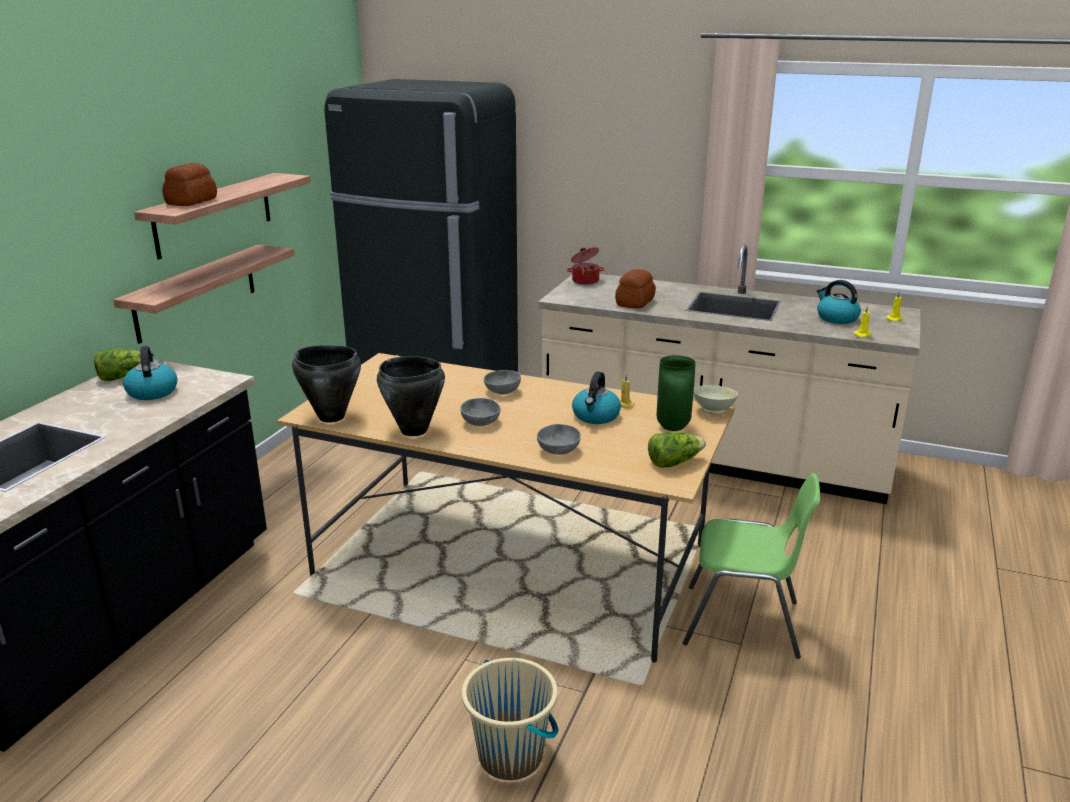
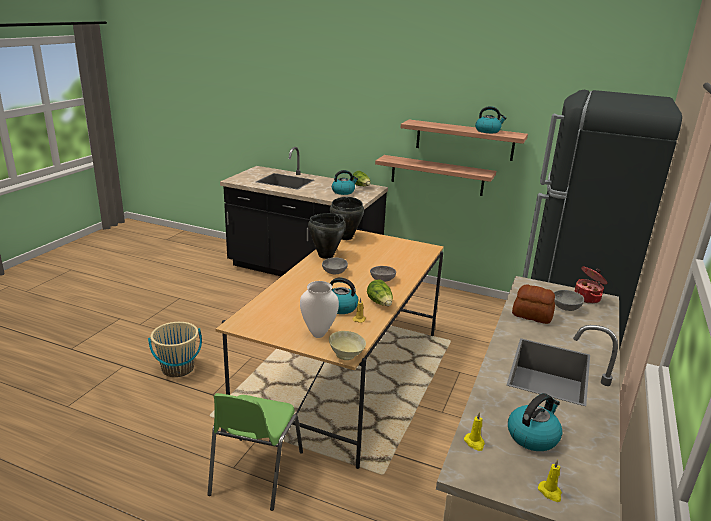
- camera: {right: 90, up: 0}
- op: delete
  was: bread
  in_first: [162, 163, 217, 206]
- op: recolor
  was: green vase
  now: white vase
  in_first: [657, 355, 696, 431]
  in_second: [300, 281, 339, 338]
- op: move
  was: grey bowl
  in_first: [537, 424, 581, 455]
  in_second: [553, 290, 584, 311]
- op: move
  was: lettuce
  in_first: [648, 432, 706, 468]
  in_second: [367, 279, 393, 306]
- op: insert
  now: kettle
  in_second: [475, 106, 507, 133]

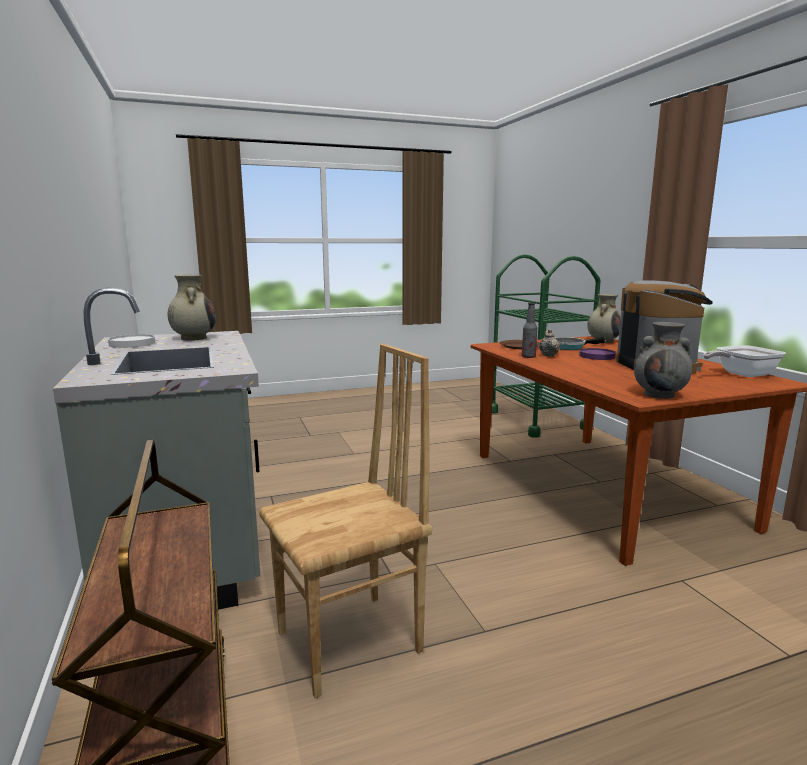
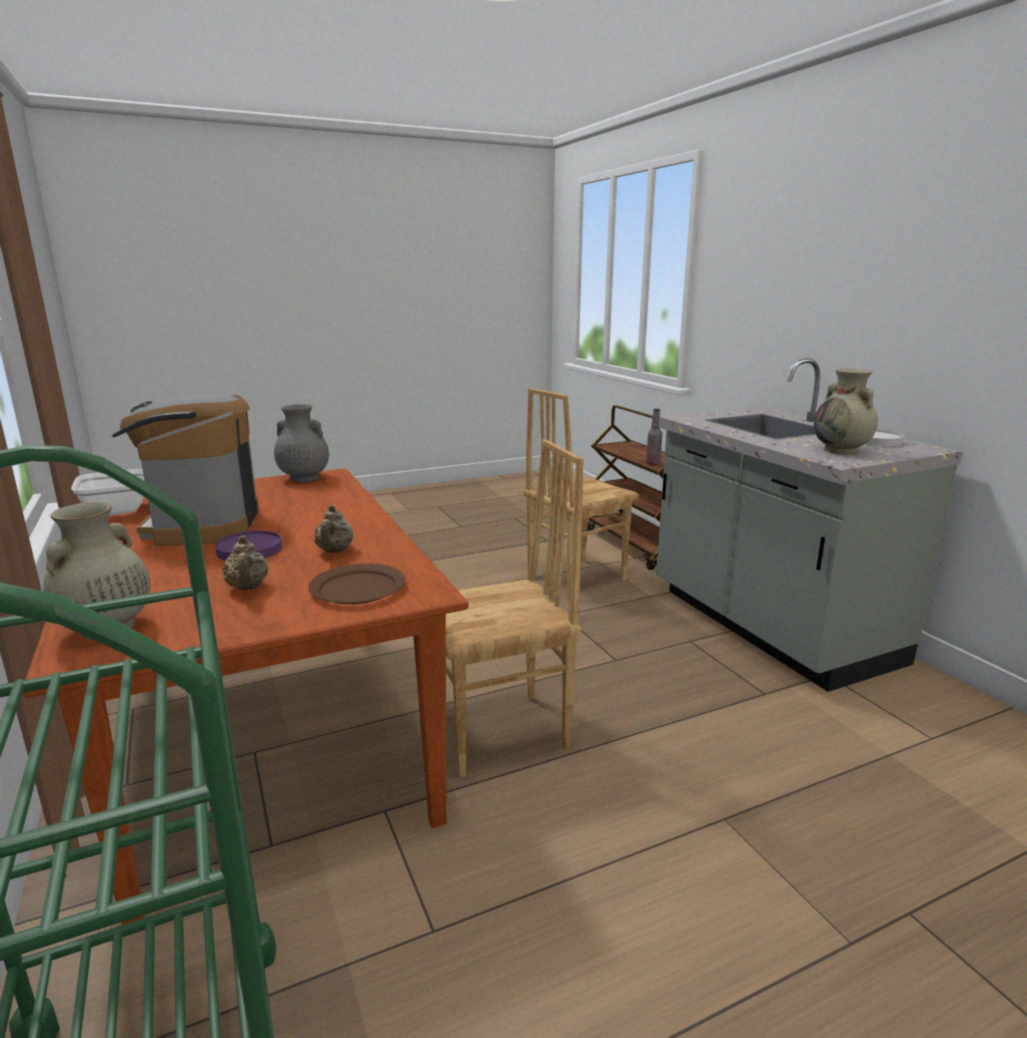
- camera: {right: 175, up: 5}
- op: move
  was: bottle
  in_first: [522, 303, 537, 358]
  in_second: [646, 409, 662, 465]
- op: replace
  was: frying pan
  now: beige teapot
  in_first: [555, 337, 605, 350]
  in_second: [222, 535, 268, 590]
- op: insert
  now: brown chair
  in_second: [446, 439, 584, 777]

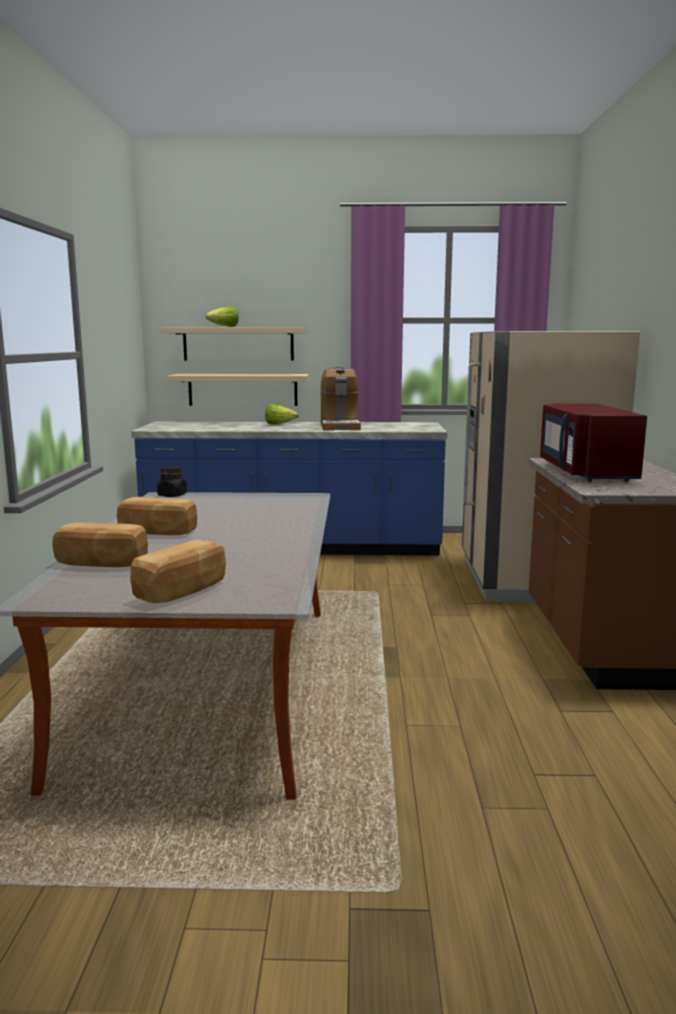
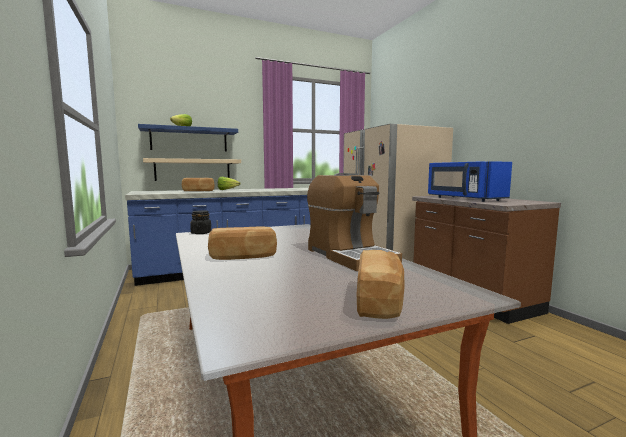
- camera: {right: -25, up: -5}
- op: recolor
  was: beige shelf
  now: blue shelf
  in_first: [161, 327, 305, 361]
  in_second: [138, 124, 238, 152]
- op: move
  was: coffee machine
  in_first: [320, 367, 361, 430]
  in_second: [307, 173, 402, 271]
- op: recolor
  was: red microwave
  now: blue microwave
  in_first: [540, 404, 647, 482]
  in_second: [428, 161, 512, 202]
- op: move
  was: bread
  in_first: [53, 522, 148, 567]
  in_second: [182, 178, 215, 191]

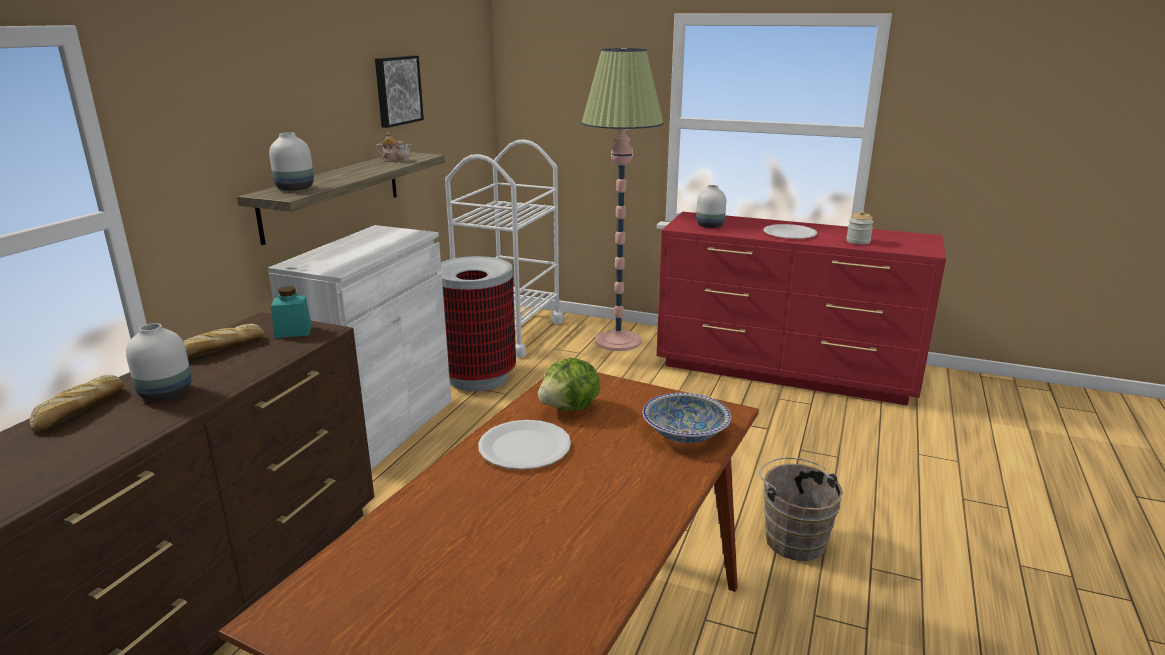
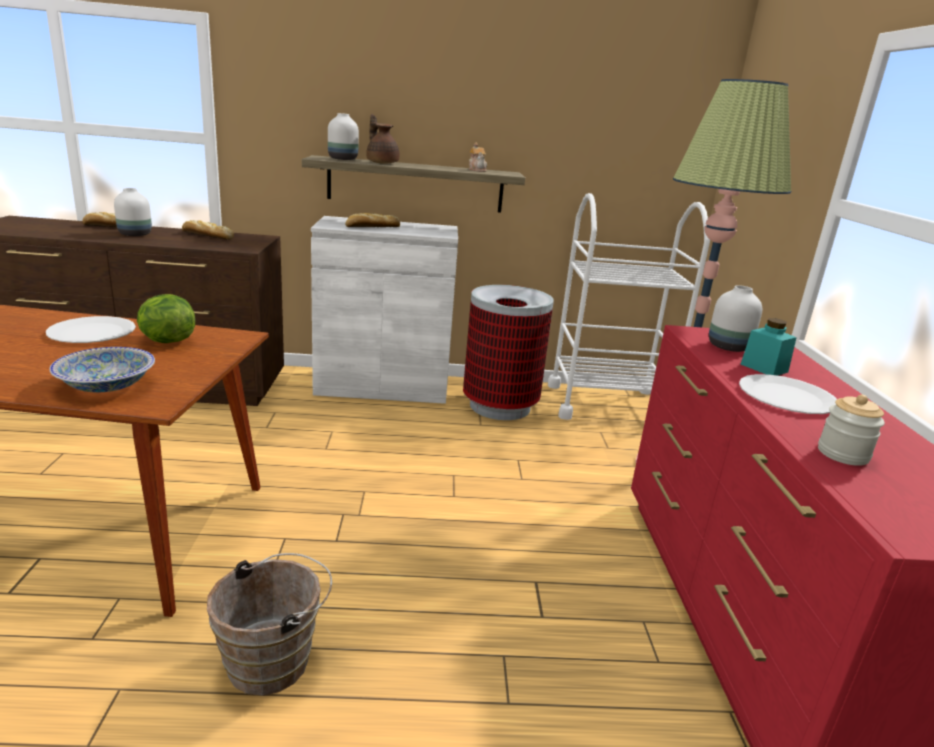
- camera: {right: 65, up: 0}
- op: delete
  was: picture
  in_first: [375, 56, 424, 128]
- op: move
  was: turquoise jar
  in_first: [271, 286, 312, 338]
  in_second: [741, 318, 797, 376]
- op: insert
  now: brown teapot
  in_second: [366, 114, 400, 164]
- op: insert
  now: bread
  in_second: [345, 213, 400, 227]

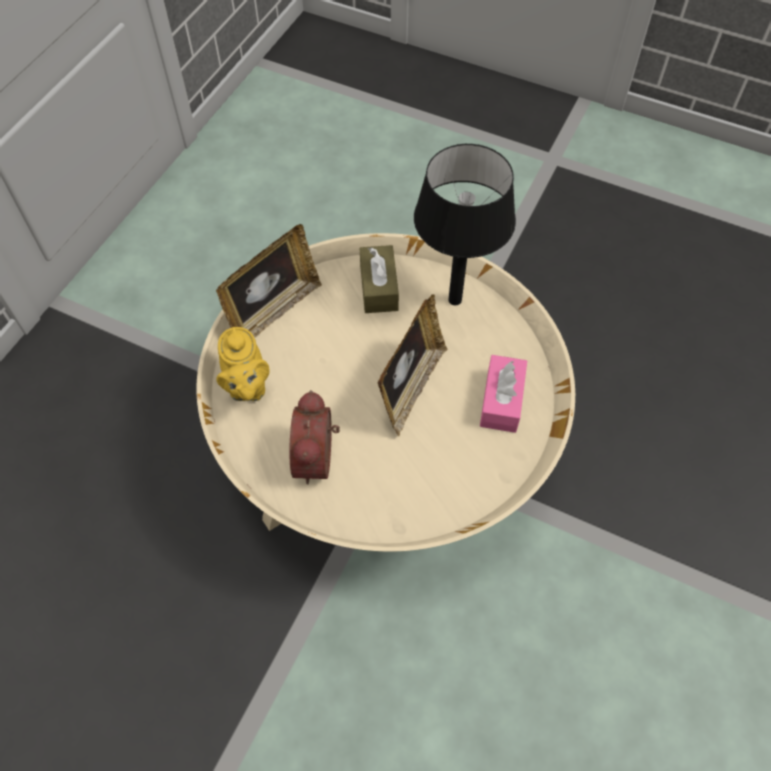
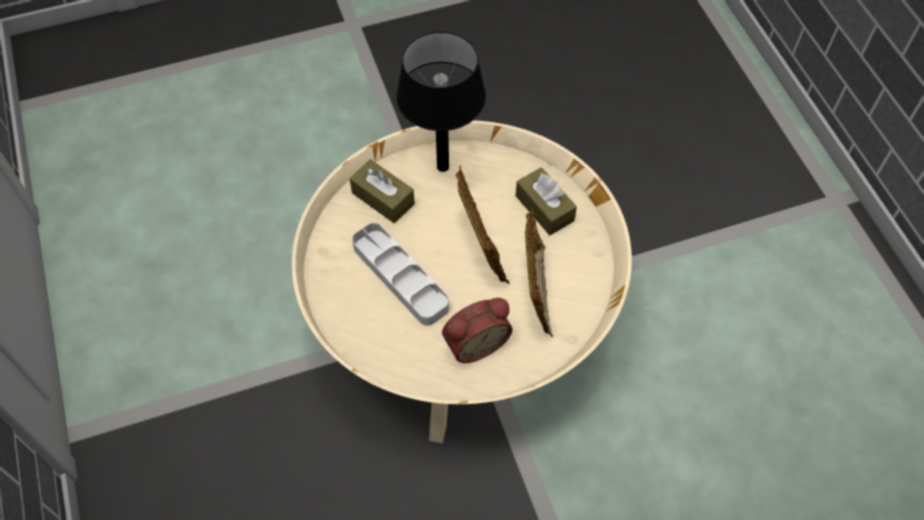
- camera: {right: -45, up: 0}
- op: move
  was: picture frame
  in_first: [216, 224, 322, 338]
  in_second: [525, 206, 553, 337]
- op: delete
  was: yellow teapot
  in_first: [216, 327, 269, 401]
- op: recolor
  was: pink tissue box
  now: brown tissue box
  in_first: [480, 355, 527, 433]
  in_second: [516, 167, 577, 235]
- op: rotate
  was: alarm clock
  in_first: [289, 390, 340, 485]
  in_second: [442, 298, 512, 363]
  clockwise: -75
- op: insert
  now: grey tray
  in_second: [352, 223, 449, 326]

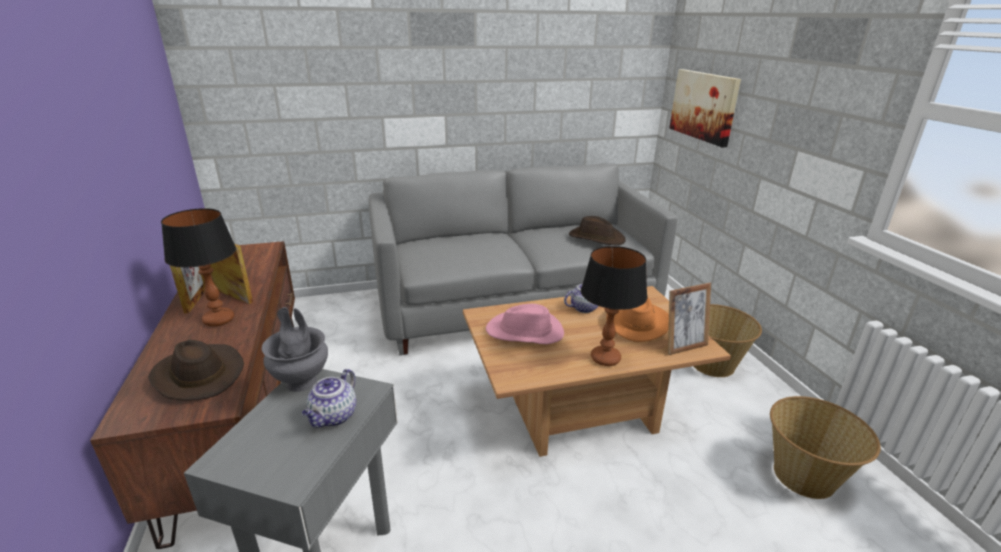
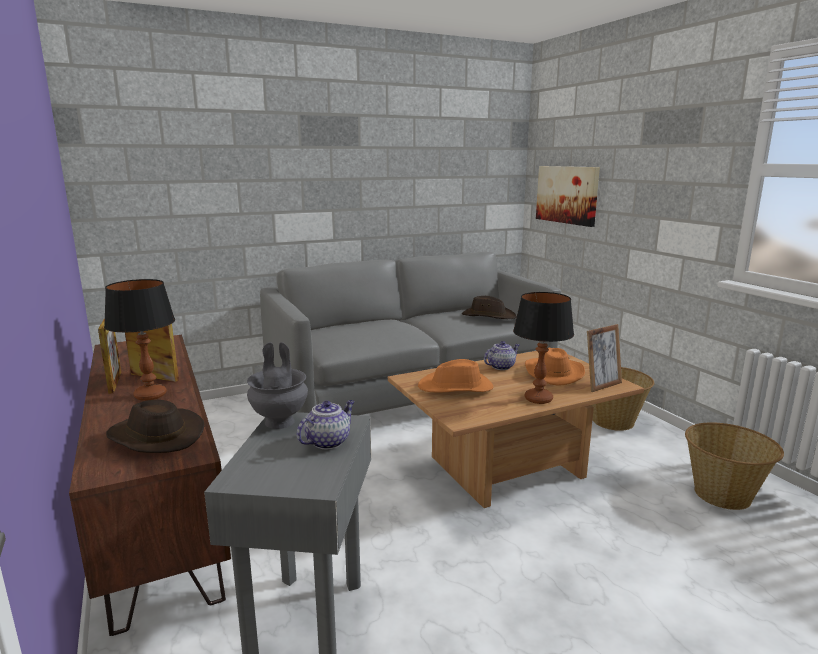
- camera: {right: -10, up: -10}
- op: recolor
  was: pink hat
  now: orange hat
  in_first: [486, 304, 564, 344]
  in_second: [418, 359, 493, 393]
- op: rotate
  was: teapot
  in_first: [302, 369, 356, 428]
  in_second: [297, 400, 355, 450]
  clockwise: -150

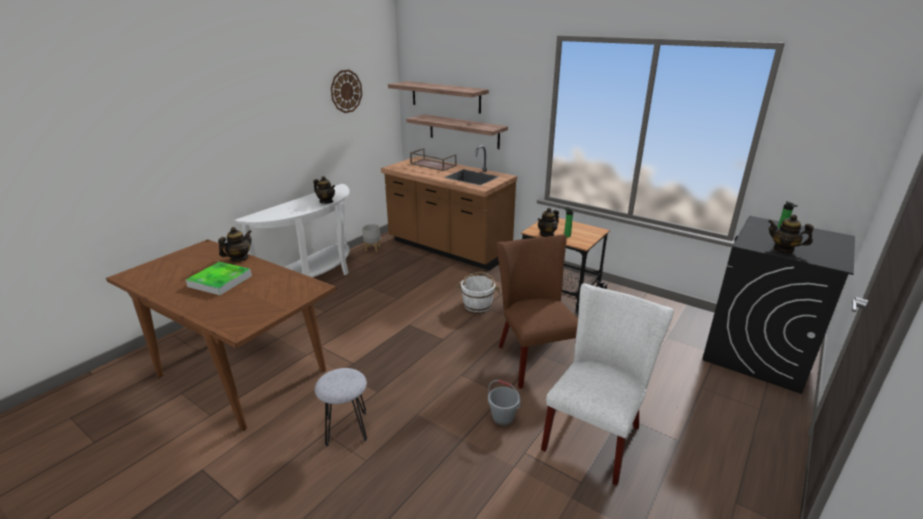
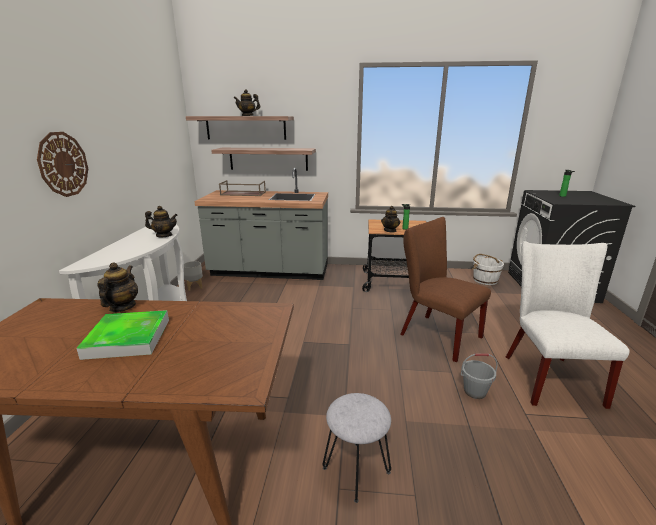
- camera: {right: -30, up: -5}
- op: move
  was: wall clock
  in_first: [331, 70, 362, 113]
  in_second: [37, 132, 88, 197]
- op: recolor
  was: brown counter
  now: grey counter
  in_first: [381, 145, 517, 271]
  in_second: [194, 168, 328, 280]
- op: move
  was: teapot
  in_first: [768, 215, 814, 254]
  in_second: [234, 89, 260, 116]
- op: move
  was: white bucket
  in_first: [456, 272, 500, 312]
  in_second: [472, 254, 504, 285]

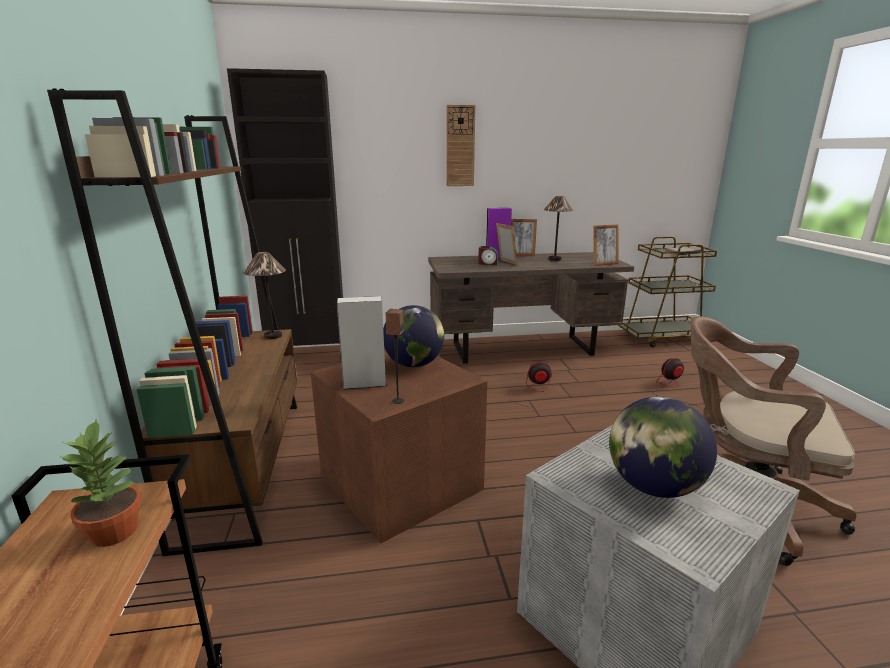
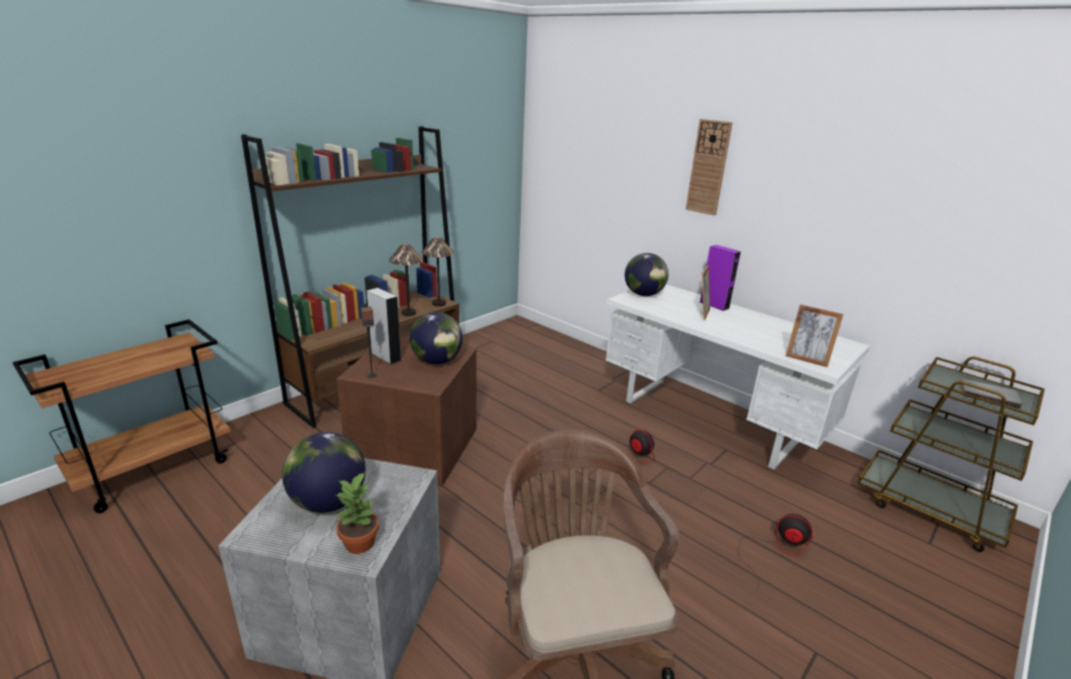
- camera: {right: 50, up: 5}
- op: delete
  was: black cabinet
  in_first: [227, 68, 343, 351]
- op: move
  was: table lamp
  in_first: [544, 196, 574, 261]
  in_second: [389, 244, 423, 316]
- op: delete
  was: picture frame
  in_first: [511, 219, 537, 256]
- op: delete
  was: alarm clock
  in_first: [478, 246, 498, 265]
- op: recolor
  was: brown desk
  now: white desk
  in_first: [428, 252, 634, 364]
  in_second: [606, 284, 870, 470]
- op: move
  was: potted plant
  in_first: [59, 419, 141, 547]
  in_second: [336, 472, 379, 554]
- op: insert
  now: globe
  in_second: [625, 253, 668, 296]

